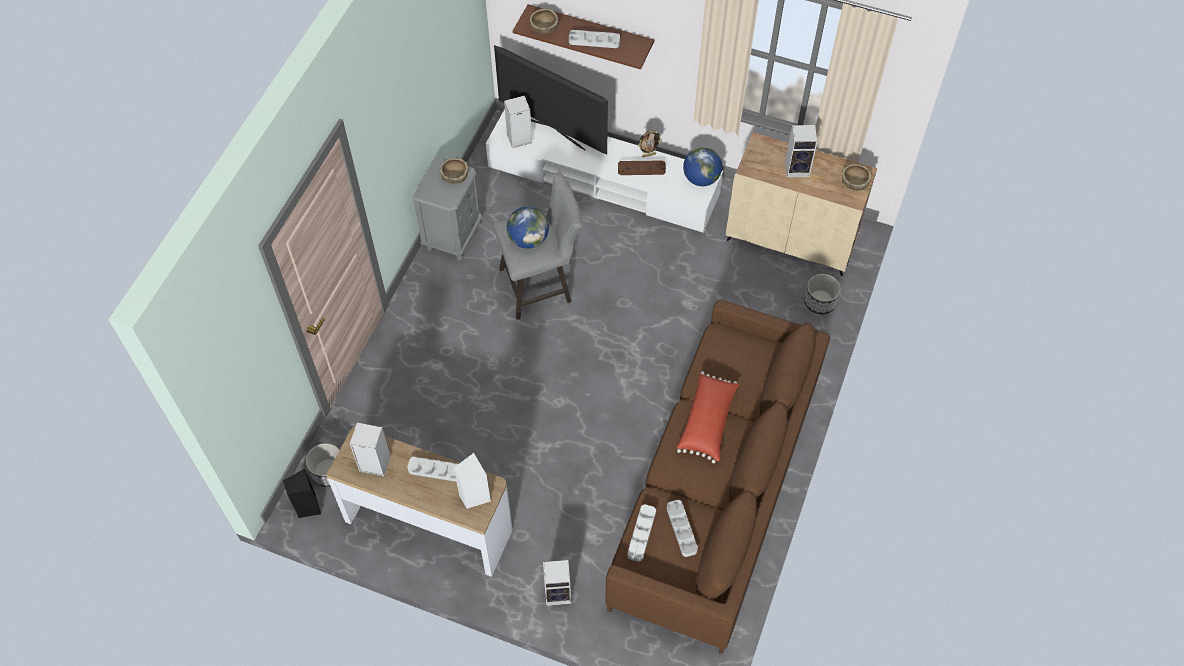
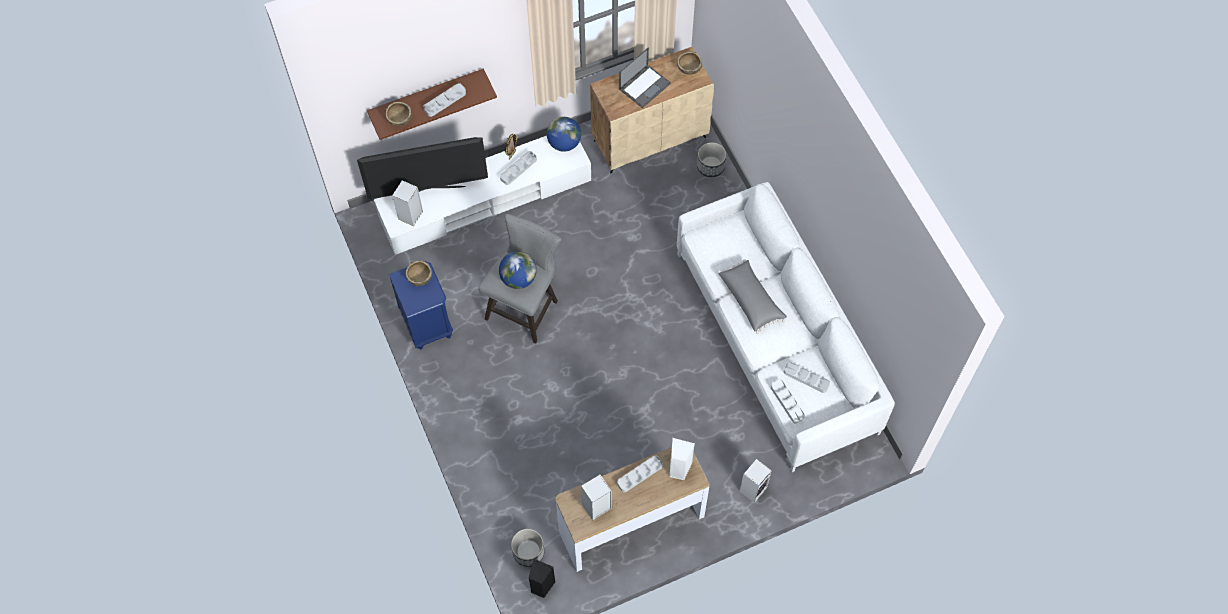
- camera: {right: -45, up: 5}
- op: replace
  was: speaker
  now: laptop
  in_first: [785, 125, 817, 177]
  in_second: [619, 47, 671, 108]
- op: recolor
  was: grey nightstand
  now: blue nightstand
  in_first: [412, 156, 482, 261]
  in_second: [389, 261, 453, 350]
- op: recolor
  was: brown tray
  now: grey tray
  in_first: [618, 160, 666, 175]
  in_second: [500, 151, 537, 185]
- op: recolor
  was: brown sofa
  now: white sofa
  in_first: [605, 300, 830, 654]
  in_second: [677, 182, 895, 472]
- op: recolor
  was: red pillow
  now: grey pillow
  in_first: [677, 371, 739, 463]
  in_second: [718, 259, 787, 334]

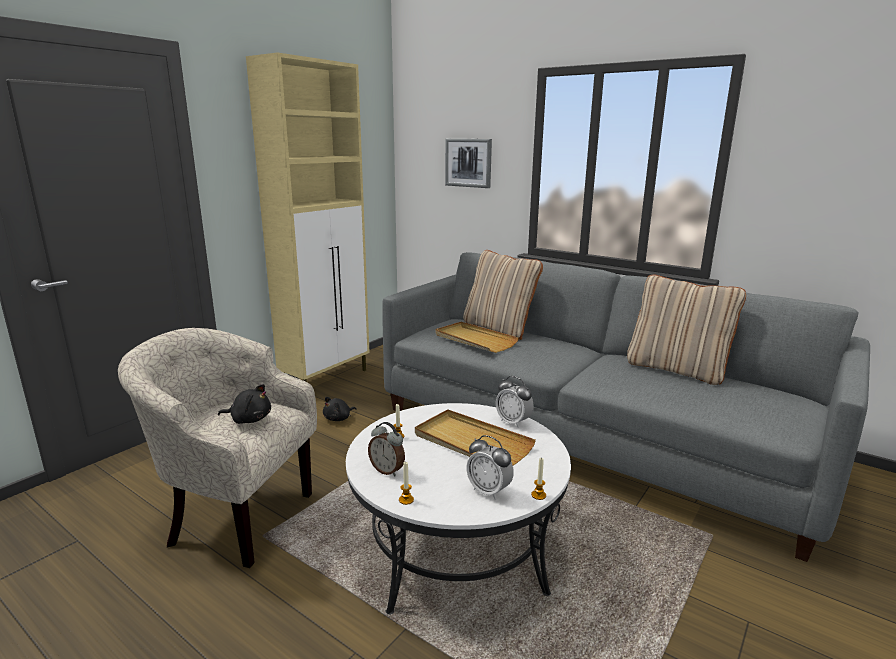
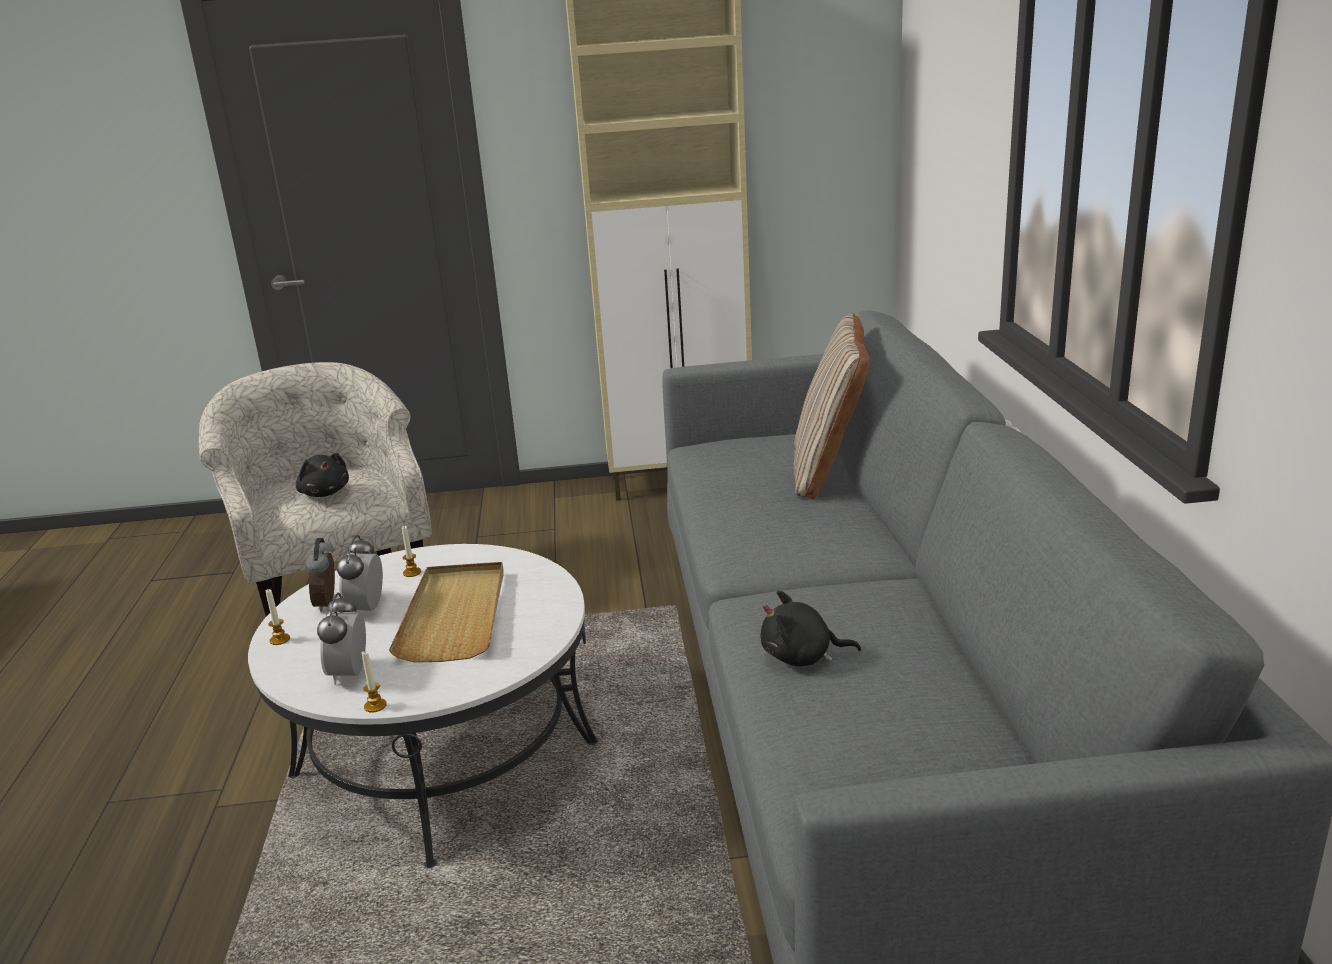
- camera: {right: 50, up: 5}
- op: delete
  was: picture
  in_first: [445, 139, 492, 188]
- op: delete
  was: beige pillow
  in_first: [627, 275, 746, 385]
- op: delete
  was: beige tray
  in_first: [435, 322, 519, 353]
- op: move
  was: alarm clock
  in_first: [496, 376, 533, 428]
  in_second: [337, 535, 383, 613]
- op: move
  was: black plush toy
  in_first: [323, 397, 357, 421]
  in_second: [761, 590, 861, 666]

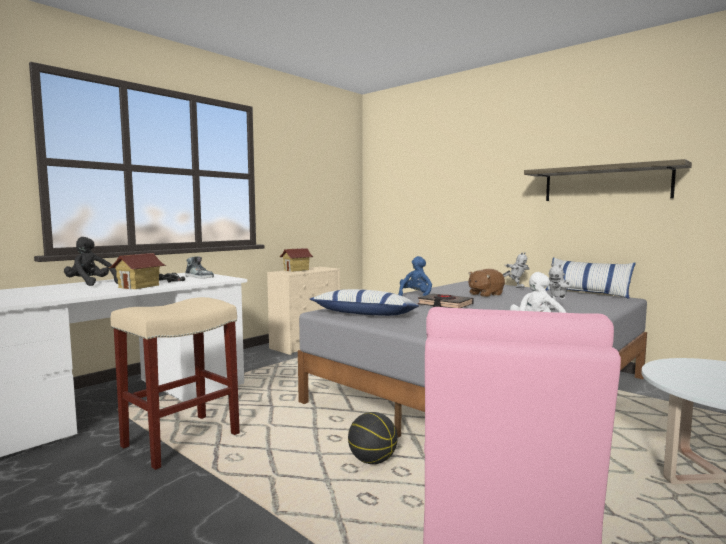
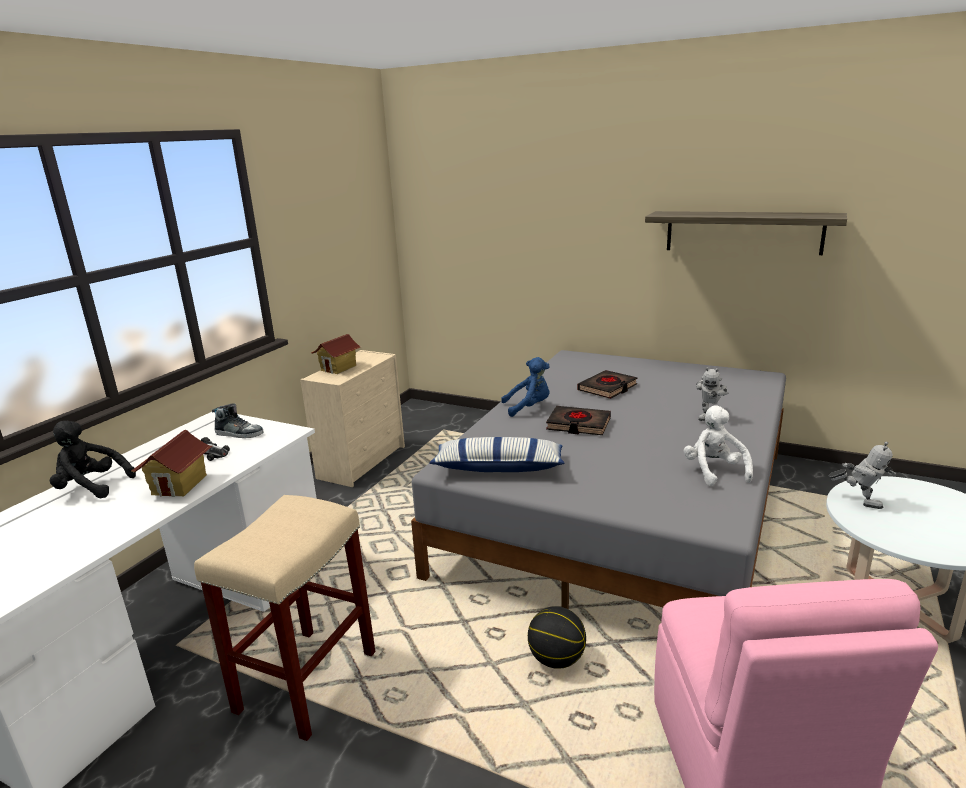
- camera: {right: -15, up: 15}
- op: move
  was: toy robot
  in_first: [502, 252, 530, 288]
  in_second: [828, 442, 896, 509]
- op: rotate
  was: blue plush toy
  in_first: [398, 256, 432, 296]
  in_second: [501, 357, 550, 417]
  clockwise: 75
- op: delete
  was: pillow
  in_first: [545, 258, 636, 299]
- op: replace
  was: brown plush toy
  now: black book
  in_first: [468, 269, 505, 297]
  in_second: [577, 370, 638, 399]

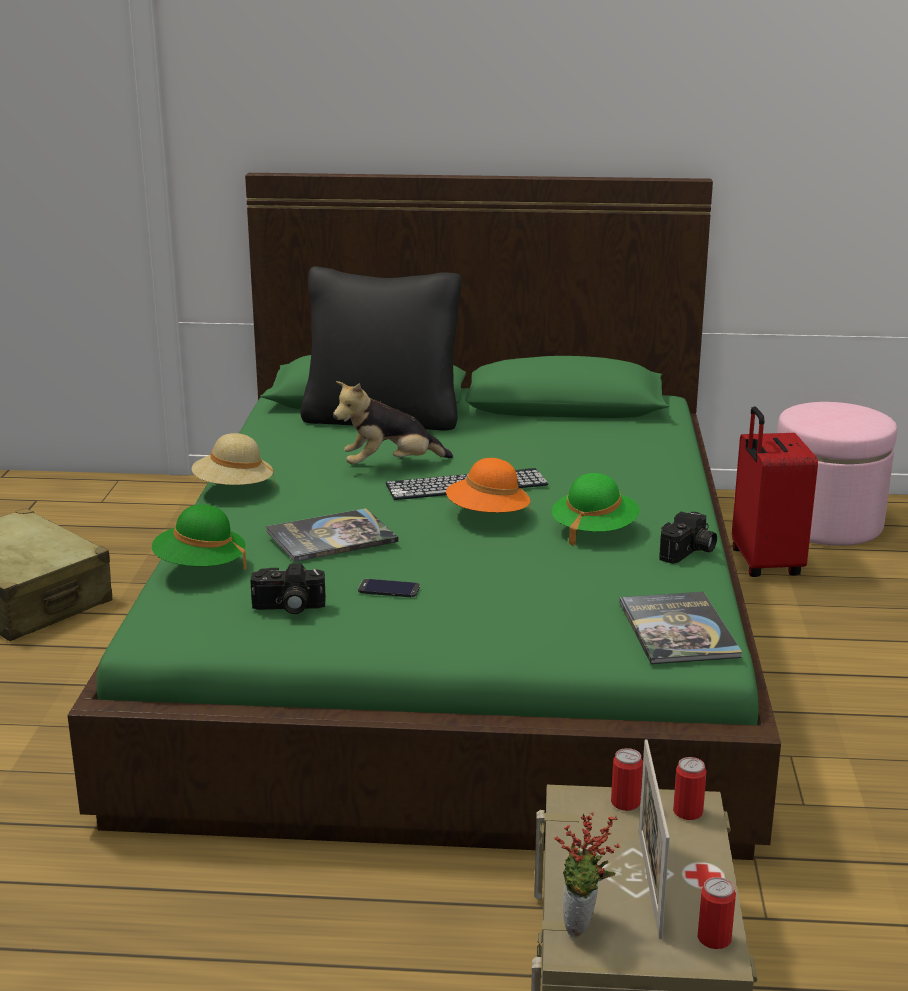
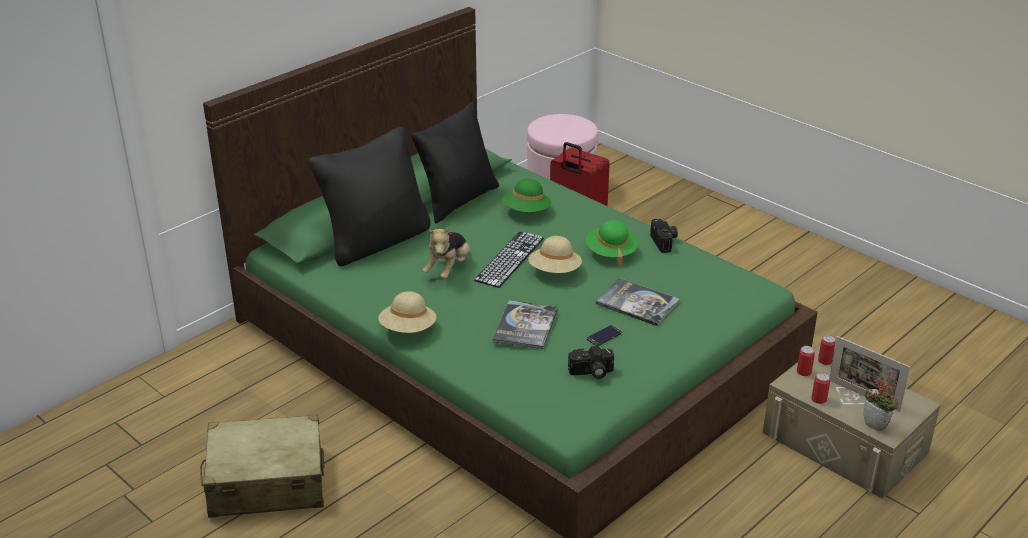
- camera: {right: -50, up: 10}
- op: recolor
  was: orange hat
  now: beige hat
  in_first: [446, 458, 531, 513]
  in_second: [528, 236, 582, 273]
- op: move
  was: green hat
  in_first: [152, 504, 247, 570]
  in_second: [502, 179, 552, 212]
- op: rotate
  was: photo camera
  in_first: [250, 563, 326, 614]
  in_second: [568, 346, 614, 379]
  clockwise: 45
- op: move
  was: book
  in_first: [619, 592, 742, 664]
  in_second: [596, 278, 680, 326]
- op: move
  was: can
  in_first: [697, 877, 736, 949]
  in_second: [811, 372, 830, 404]
- op: insert
  now: black pillow
  in_second: [411, 102, 499, 224]

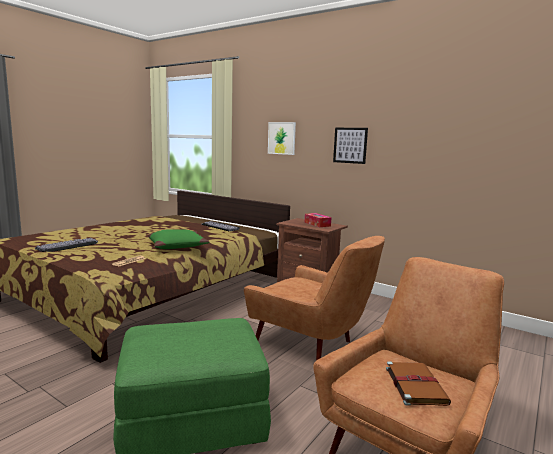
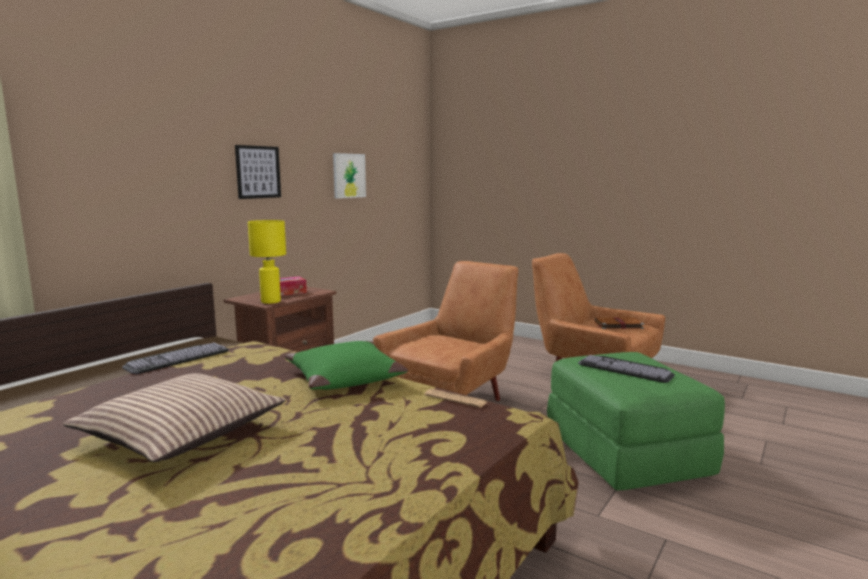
- camera: {right: -90, up: 0}
- op: move
  was: picture
  in_first: [268, 122, 296, 155]
  in_second: [333, 153, 366, 198]
- op: move
  was: keyboard
  in_first: [35, 238, 98, 252]
  in_second: [578, 355, 675, 383]
- op: insert
  now: yellow table lamp
  in_second: [248, 220, 286, 304]
- op: insert
  now: pillow
  in_second: [63, 373, 286, 462]

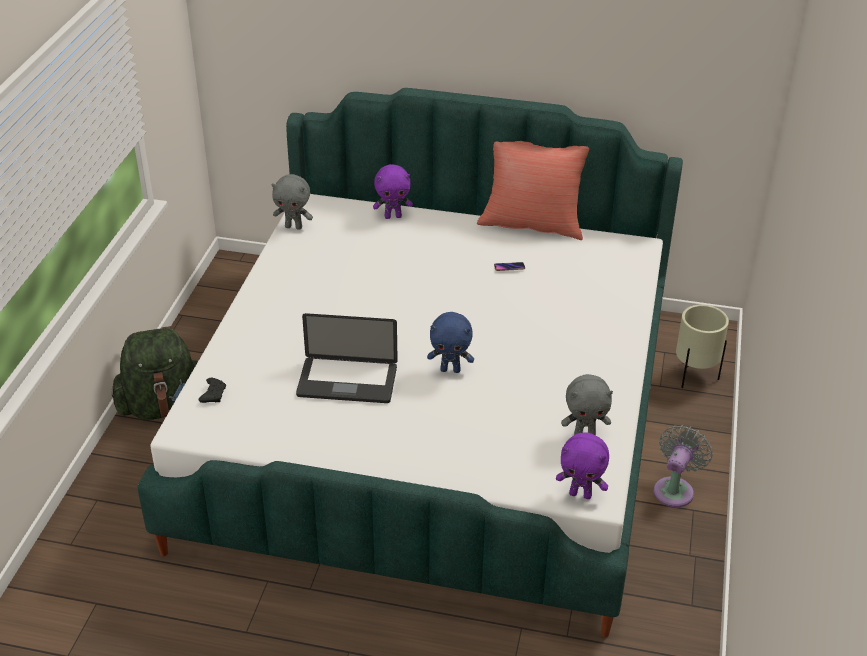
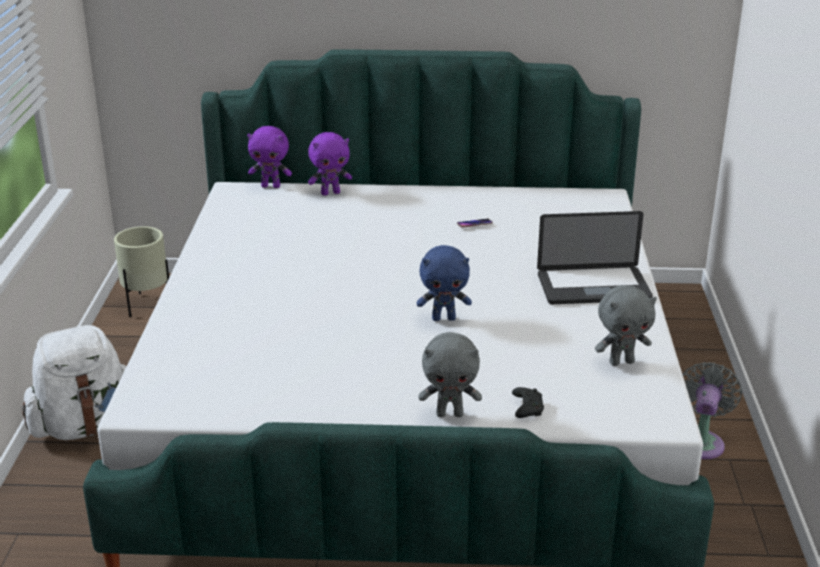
- camera: {right: -10, up: -10}
- op: delete
  was: red pillow
  in_first: [477, 141, 589, 240]
- op: move
  was: grey plush toy
  in_first: [272, 174, 313, 230]
  in_second: [419, 332, 482, 417]
- op: move
  was: beige planter
  in_first: [676, 304, 729, 389]
  in_second: [114, 226, 169, 317]
- op: move
  was: laptop
  in_first: [296, 313, 398, 403]
  in_second: [537, 211, 653, 304]
- op: recolor
  was: green backpack
  now: white backpack
  in_first: [112, 326, 198, 420]
  in_second: [22, 325, 127, 440]
- op: move
  was: black game controller
  in_first: [199, 378, 226, 403]
  in_second: [512, 387, 544, 418]
- op: move
  was: purple plush toy
  in_first: [556, 433, 609, 499]
  in_second: [247, 126, 292, 188]

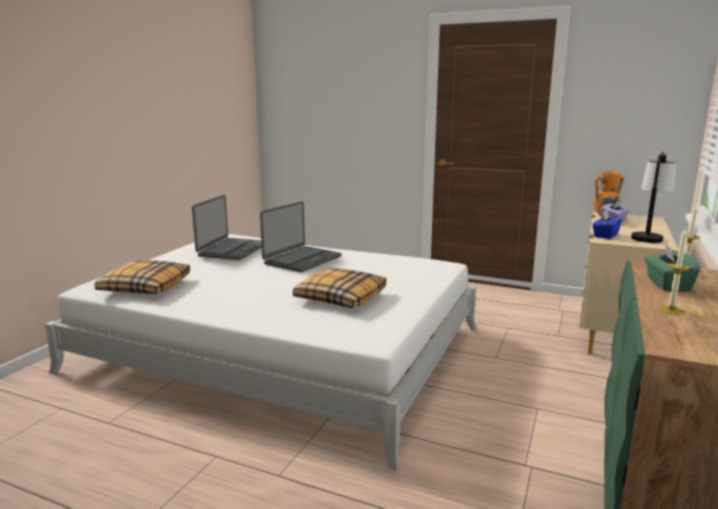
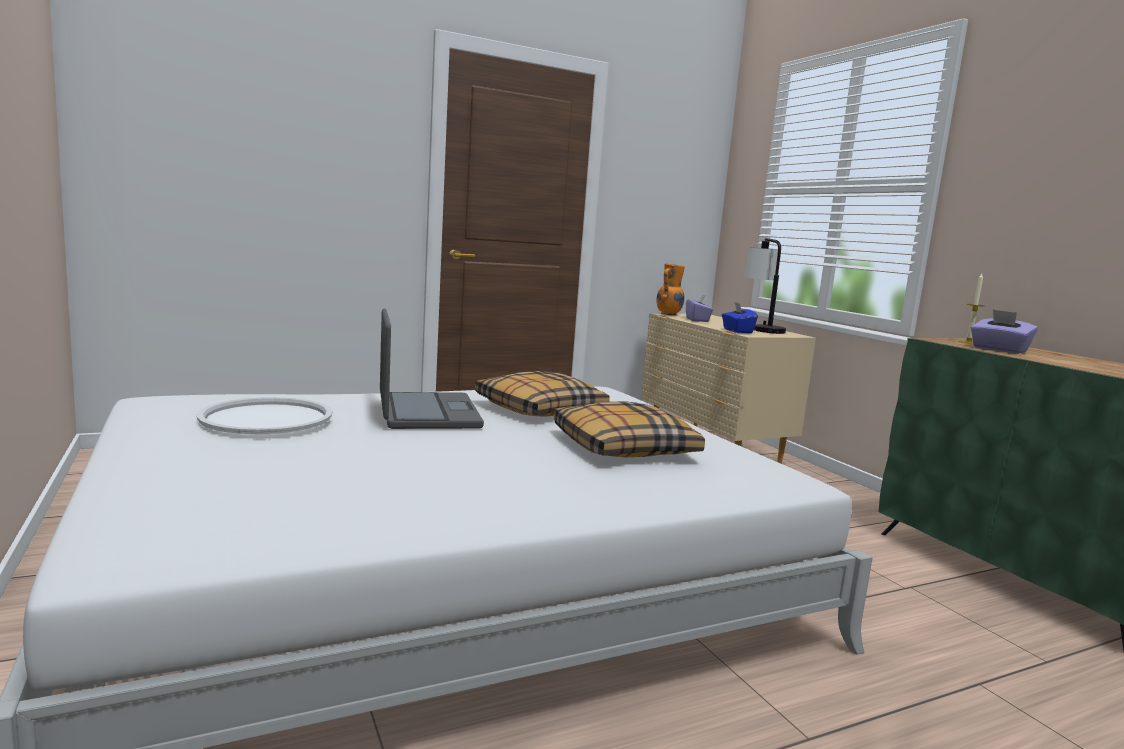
- camera: {right: -50, up: -5}
- op: replace
  was: laptop
  now: white tray
  in_first: [192, 195, 262, 260]
  in_second: [197, 397, 332, 434]
- op: delete
  was: candle
  in_first: [658, 227, 690, 315]
- op: recolor
  was: green tissue box
  now: purple tissue box
  in_first: [645, 244, 700, 291]
  in_second: [971, 309, 1038, 354]
- op: move
  was: pillow
  in_first: [94, 260, 190, 294]
  in_second: [475, 371, 610, 417]

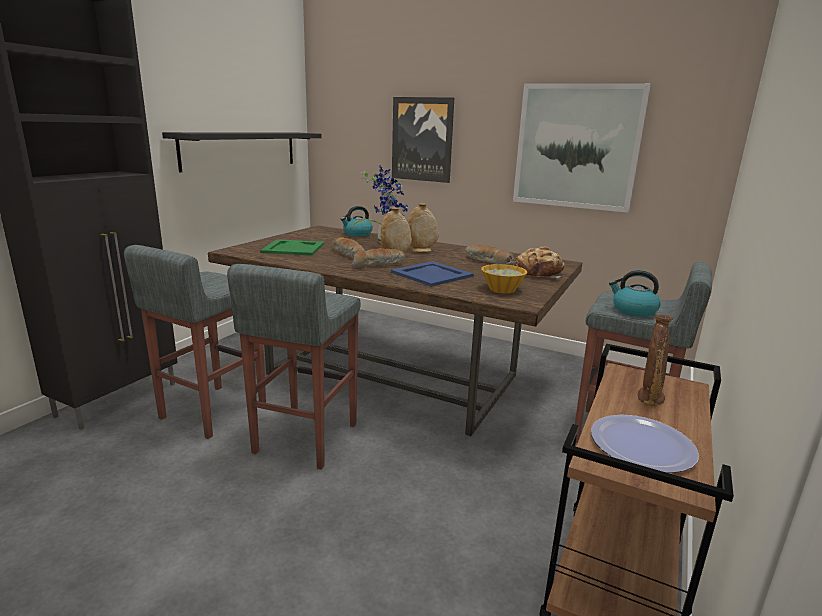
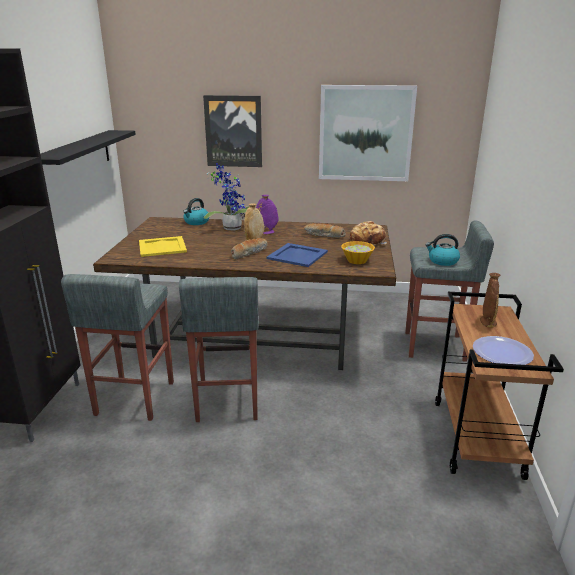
- camera: {right: -20, up: 5}
- op: recolor
  was: beige vase
  now: purple vase
  in_first: [407, 203, 439, 253]
  in_second: [256, 195, 279, 235]
- op: delete
  was: bread
  in_first: [331, 237, 365, 258]
- op: recolor
  was: green tray
  now: yellow tray
  in_first: [260, 239, 324, 256]
  in_second: [139, 236, 187, 257]

